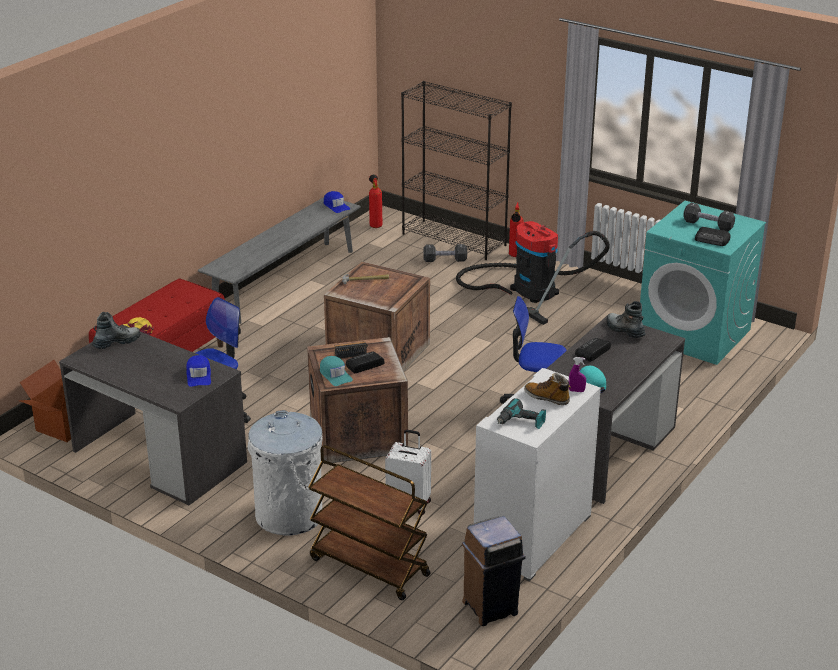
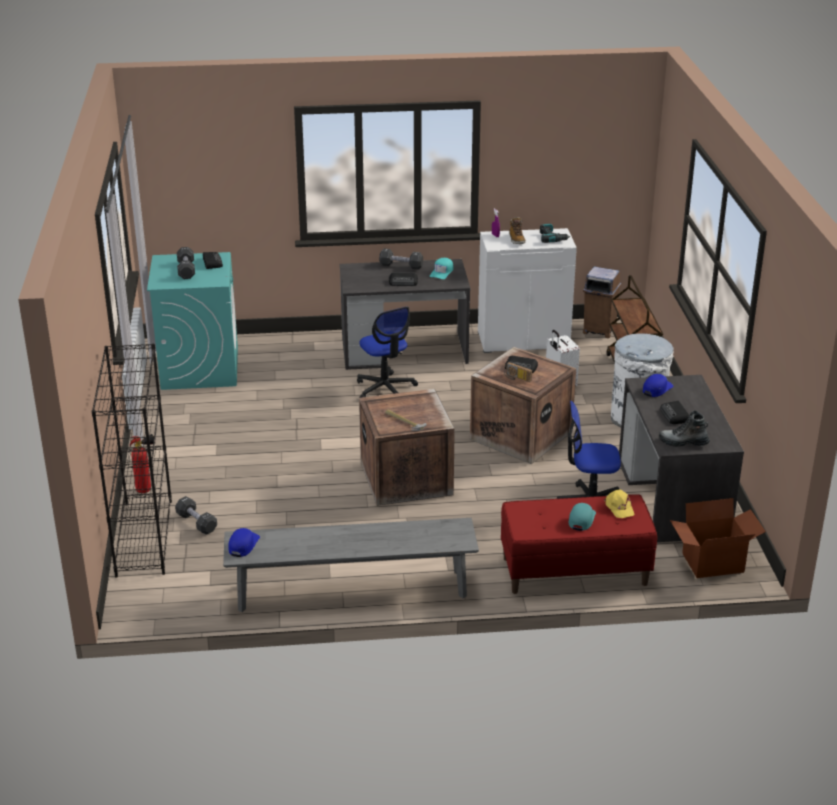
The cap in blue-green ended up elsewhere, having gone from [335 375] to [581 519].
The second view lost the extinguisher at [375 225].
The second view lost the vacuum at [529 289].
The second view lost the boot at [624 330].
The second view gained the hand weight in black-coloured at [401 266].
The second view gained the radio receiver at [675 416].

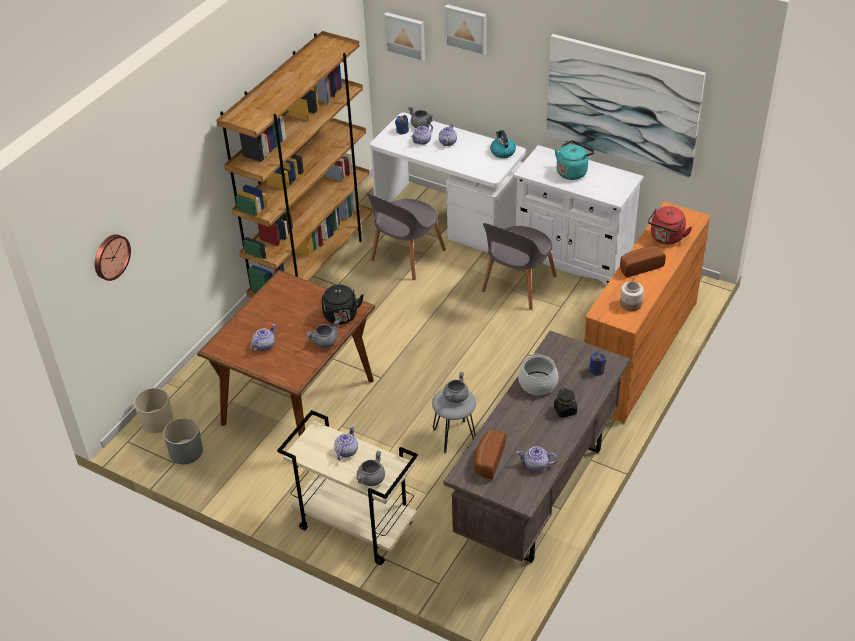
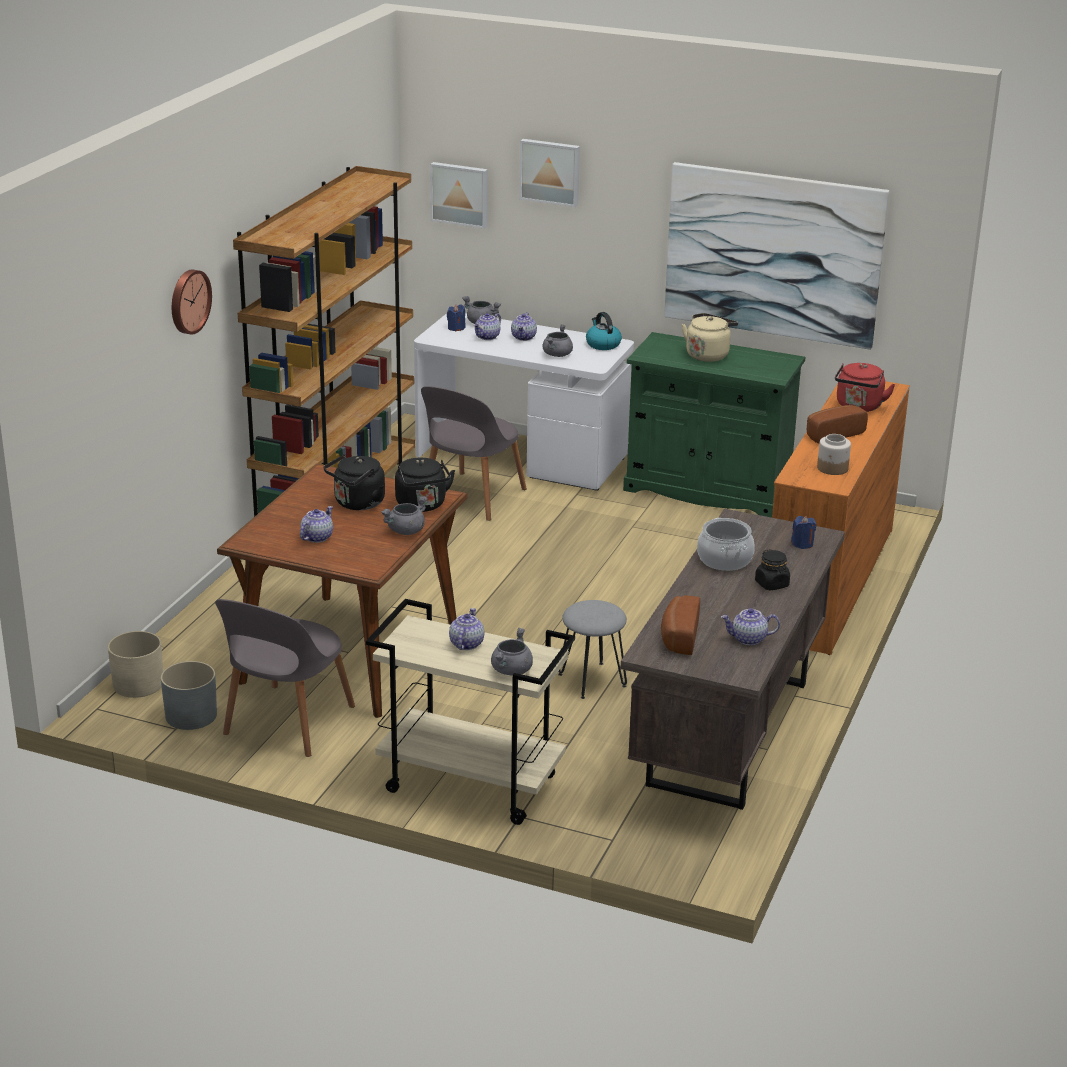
The hanging clock ended up elsewhere, having gone from [110 256] to [188 301].
The cooking pot in grey ended up elsewhere, having gone from [456 398] to [557 355].
The chair in grey ended up elsewhere, having gone from [517 286] to [286 723].
What was the storage cabinet in whitish at [573 256] turned into the storage cabinet in green-coloured at [707 489].
What was the tea kettle in blue-green at [572 172] turned into the tea kettle in beige-coloured at [708 355].
The second view gained the tea kettle in black-coloured at [357 504].

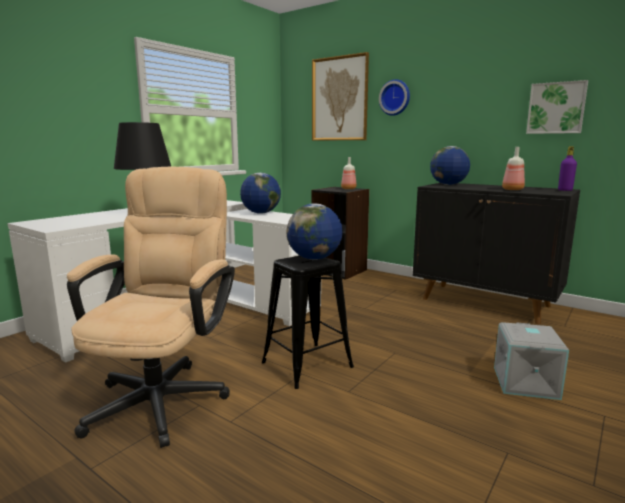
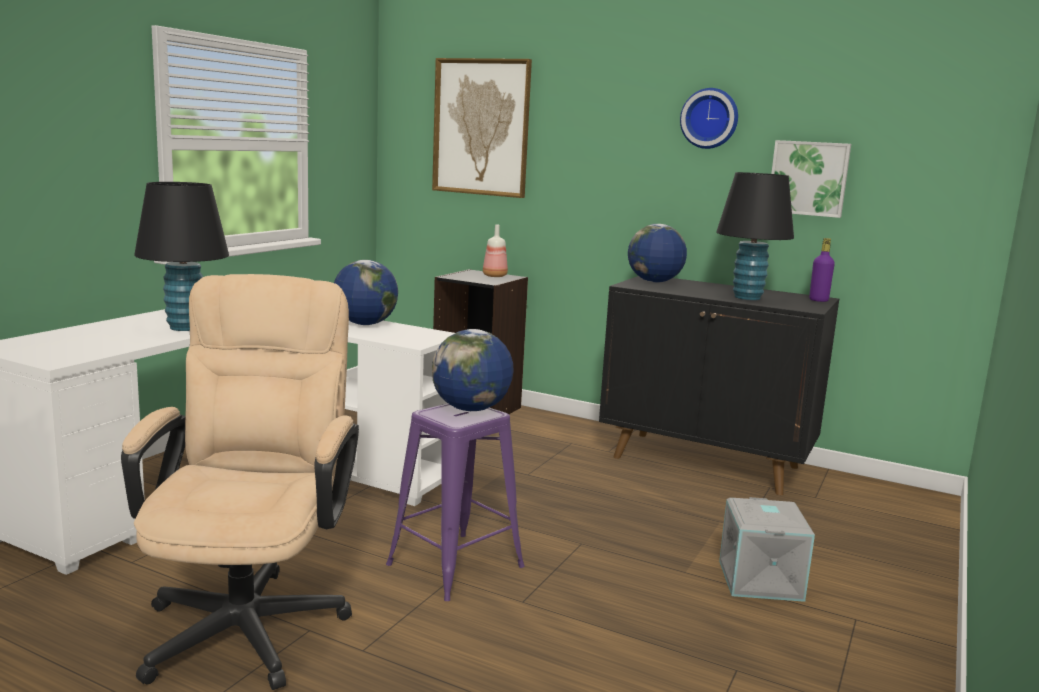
What was the stool in black-coloured at [307 365] turned into the stool in purplish at [455 566].
The hanging clock ended up elsewhere, having gone from [395 97] to [710 118].
Where the bottle stood at [513 189], the tabletop lamp in black-coloured came to stand at [747 297].

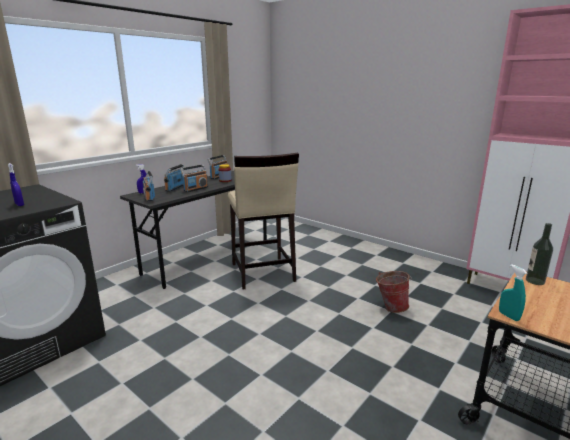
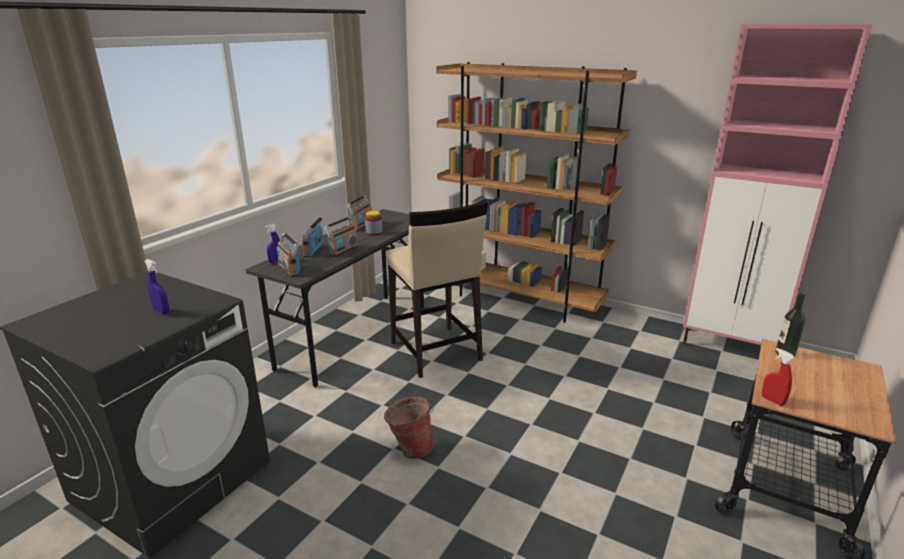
The water bucket ended up elsewhere, having gone from [390 307] to [410 448].
What was the spray bottle in blue-green at [508 316] turned into the spray bottle in red-coloured at [772 401].
The second view gained the bookcase in brown-coloured at [520 299].

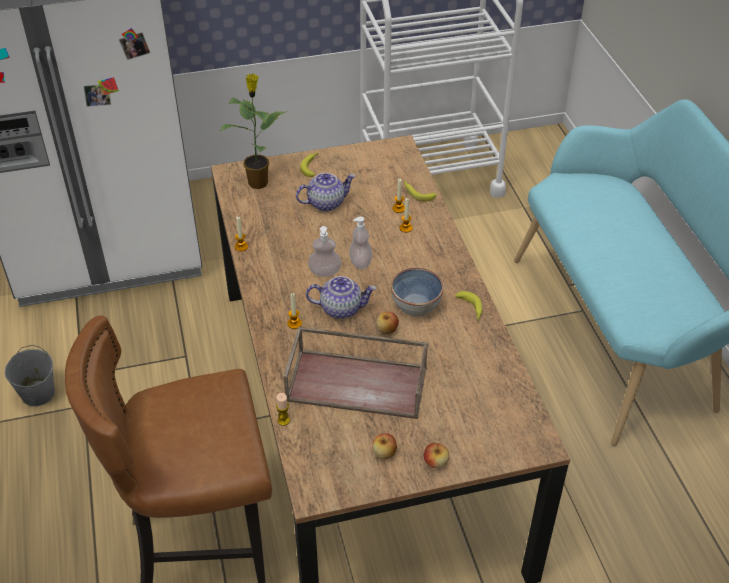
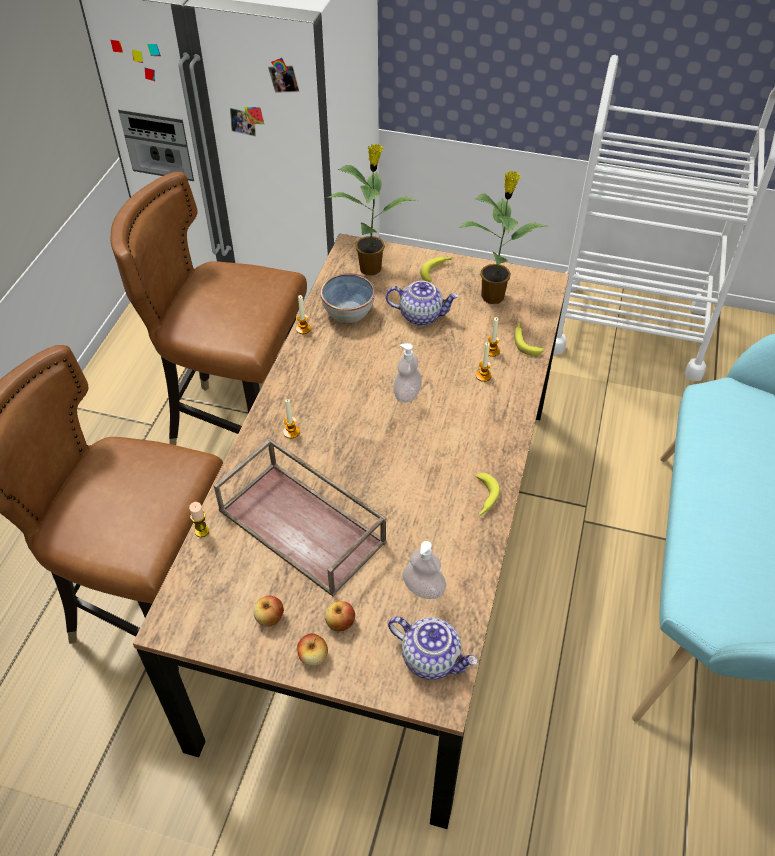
The second view lost the water bucket in grey at [37 393].
The teapot ended up elsewhere, having gone from [341 308] to [431 658].
The liquid soap bottle ended up elsewhere, having gone from [325 272] to [423 589].
The apple fruit ended up elsewhere, having gone from [387 330] to [340 623].
The serving bowl ended up elsewhere, having gone from [416 305] to [348 312].
The second view gained the chair in brown-coloured at [240 427].
The second view gained the houseplant at [493 295].

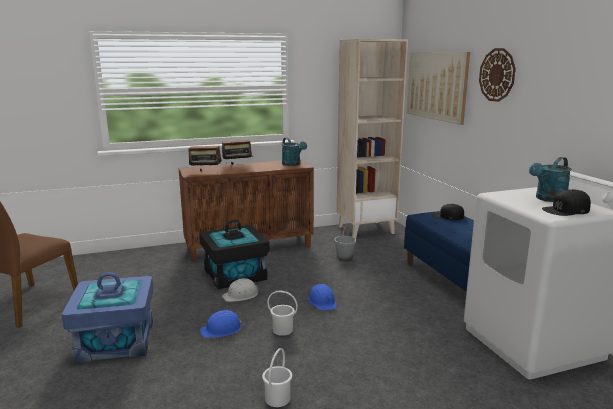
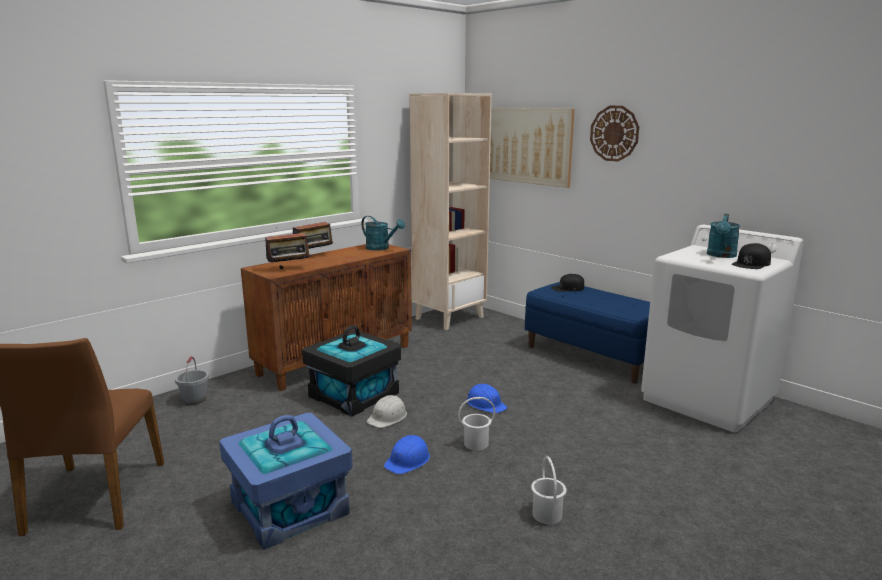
The water bucket in grey ended up elsewhere, having gone from [344 257] to [195 400].

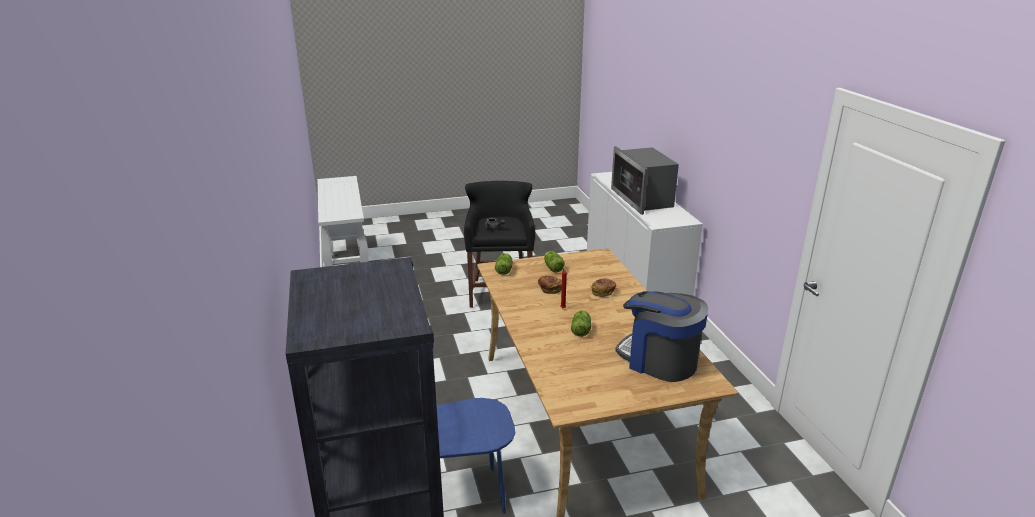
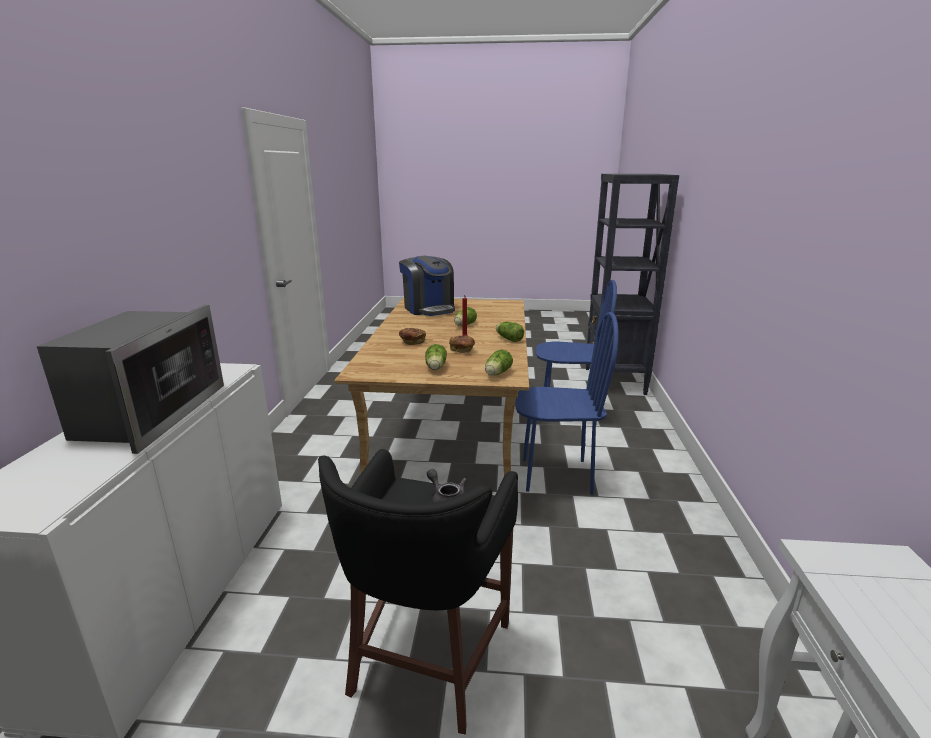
The second view gained the lettuce head at [508 339].
The second view gained the chair in blue-coloured at [556 475].

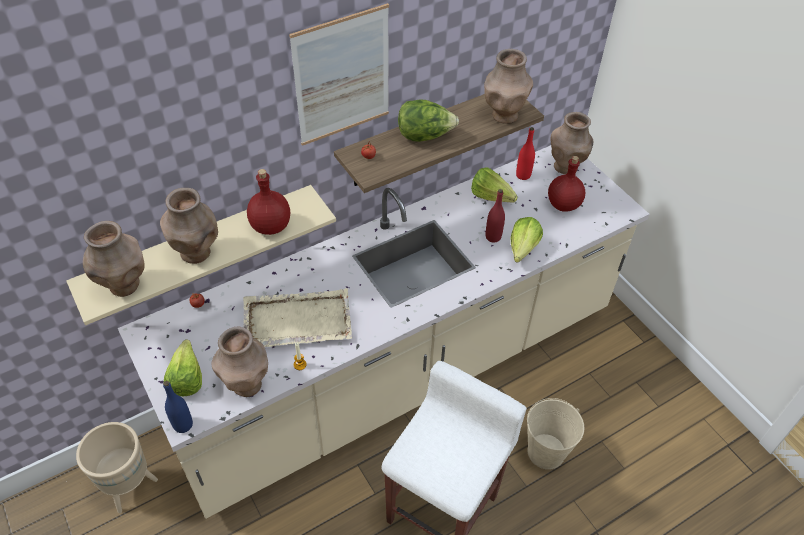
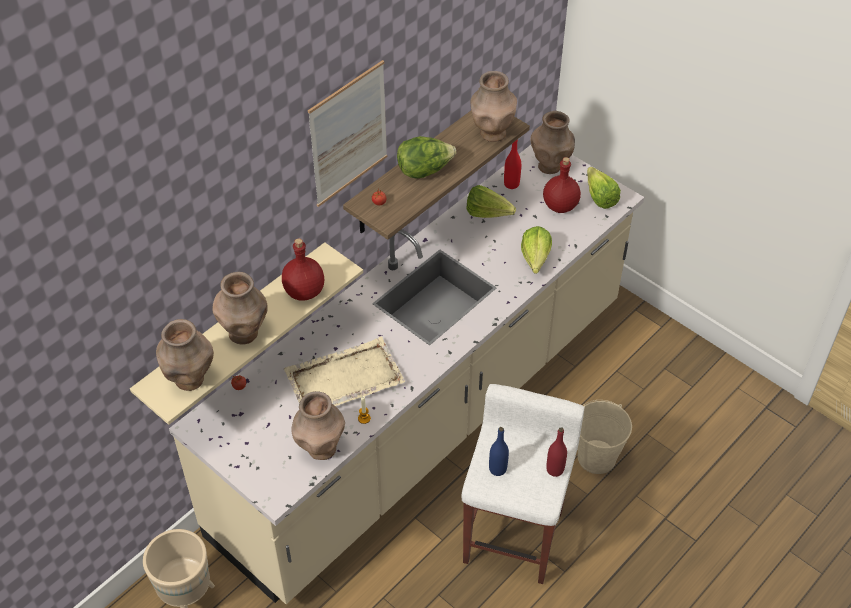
The bottle in blue-coloured ended up elsewhere, having gone from [183 425] to [497 469].
The lettuce head ended up elsewhere, having gone from [188 375] to [599 195].
The bottle in red-coloured ended up elsewhere, having gone from [493 237] to [555 469].

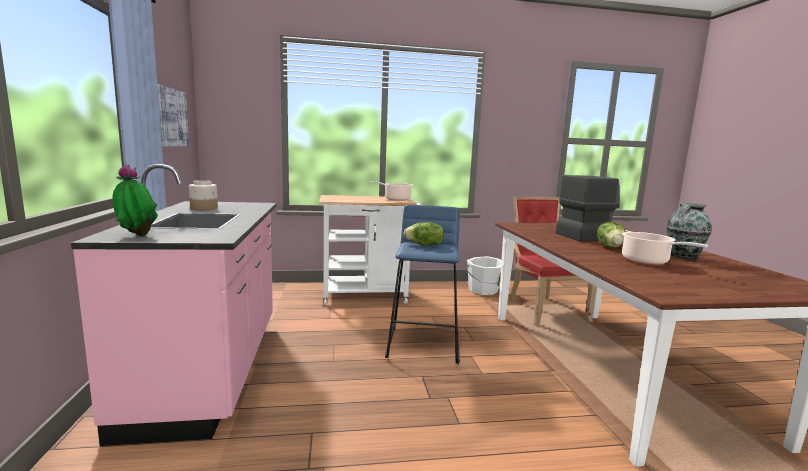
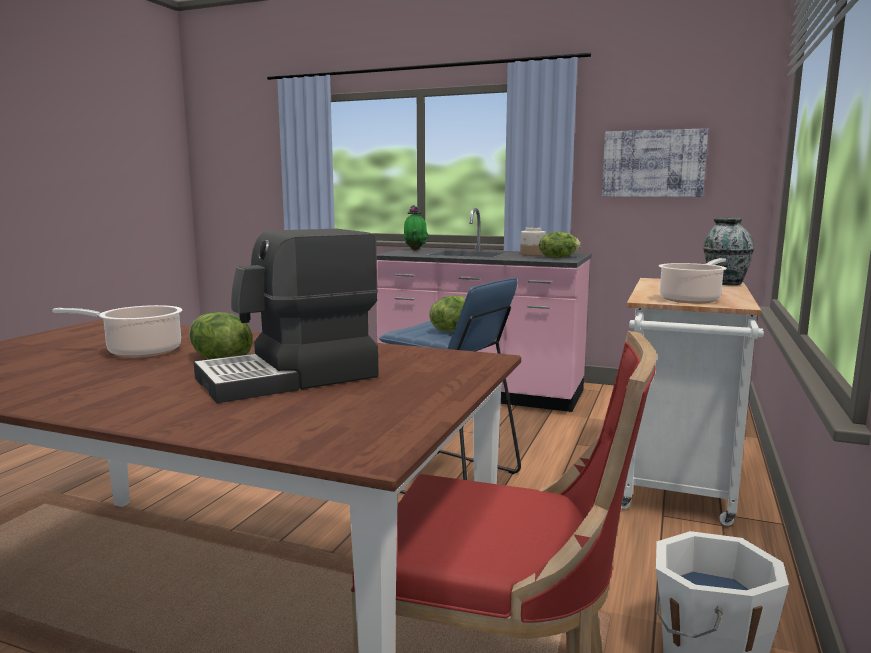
The coffee maker at [593 236] ended up facing another way, 45 degrees clockwise from before.
The flower vase ended up elsewhere, having gone from [683 257] to [725 283].
The second view gained the lettuce head at [558 257].

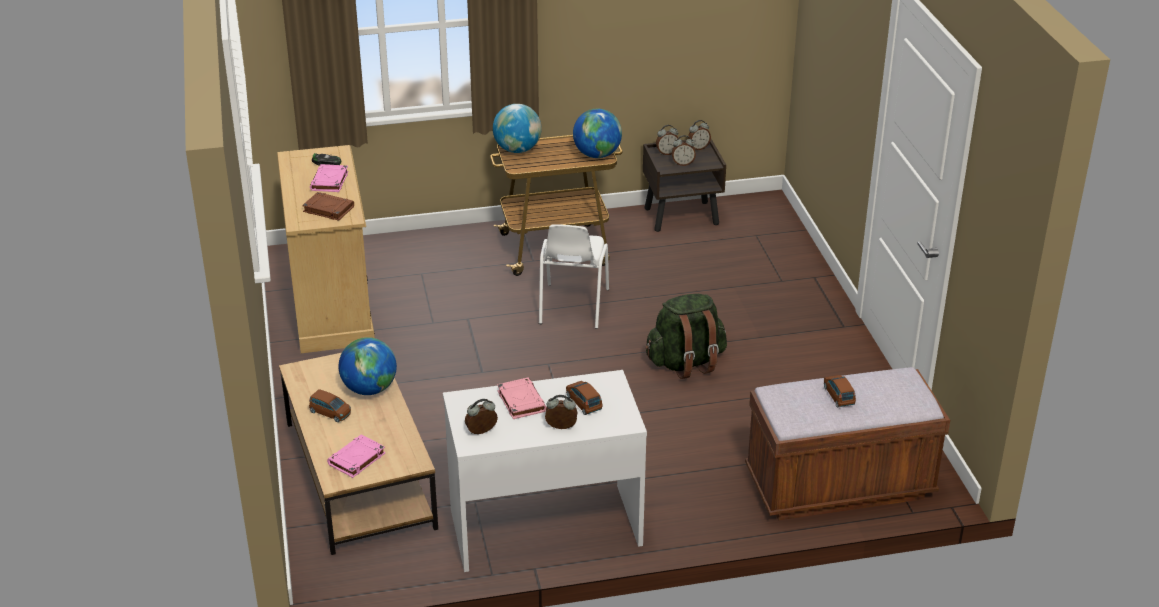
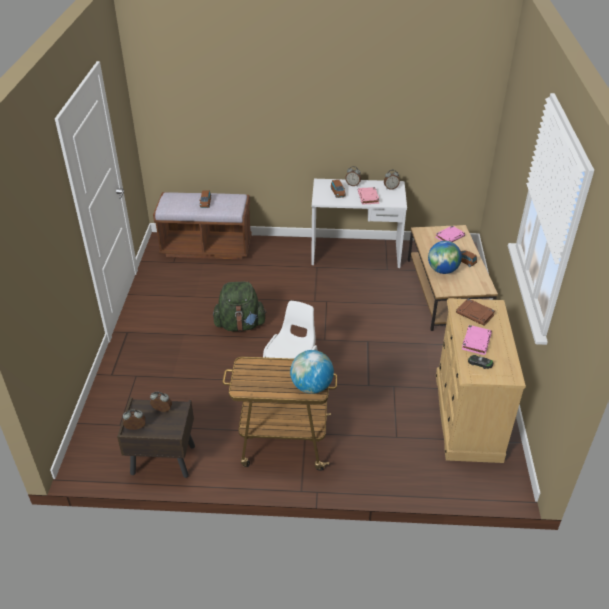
The second view lost the world globe at [597 155].
The second view lost the bedside clock at [667 153].

